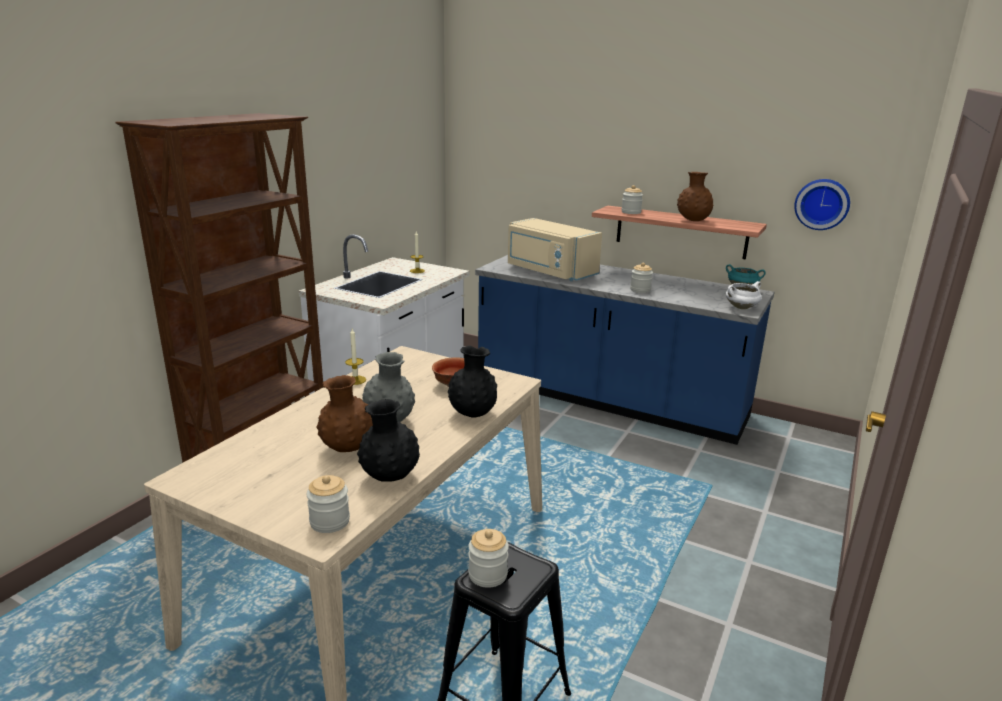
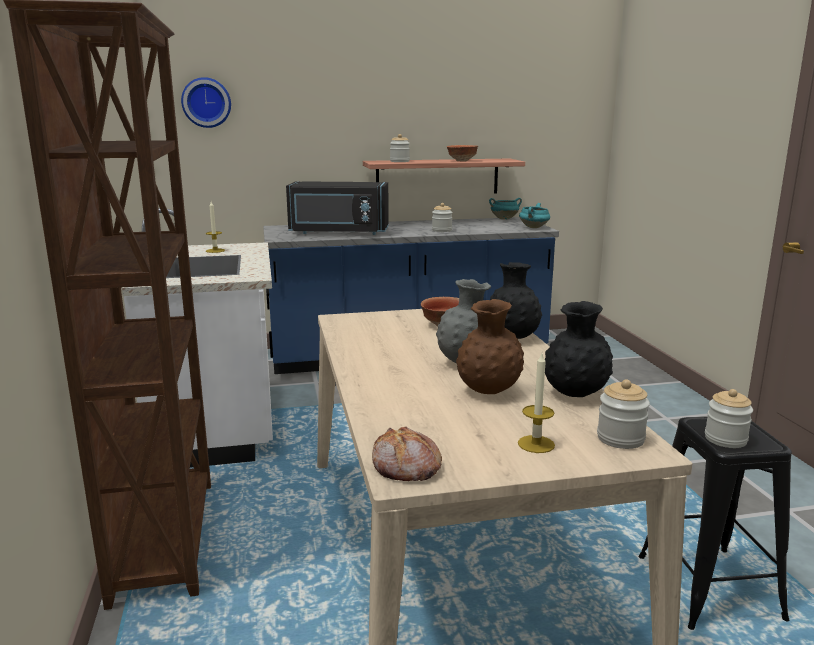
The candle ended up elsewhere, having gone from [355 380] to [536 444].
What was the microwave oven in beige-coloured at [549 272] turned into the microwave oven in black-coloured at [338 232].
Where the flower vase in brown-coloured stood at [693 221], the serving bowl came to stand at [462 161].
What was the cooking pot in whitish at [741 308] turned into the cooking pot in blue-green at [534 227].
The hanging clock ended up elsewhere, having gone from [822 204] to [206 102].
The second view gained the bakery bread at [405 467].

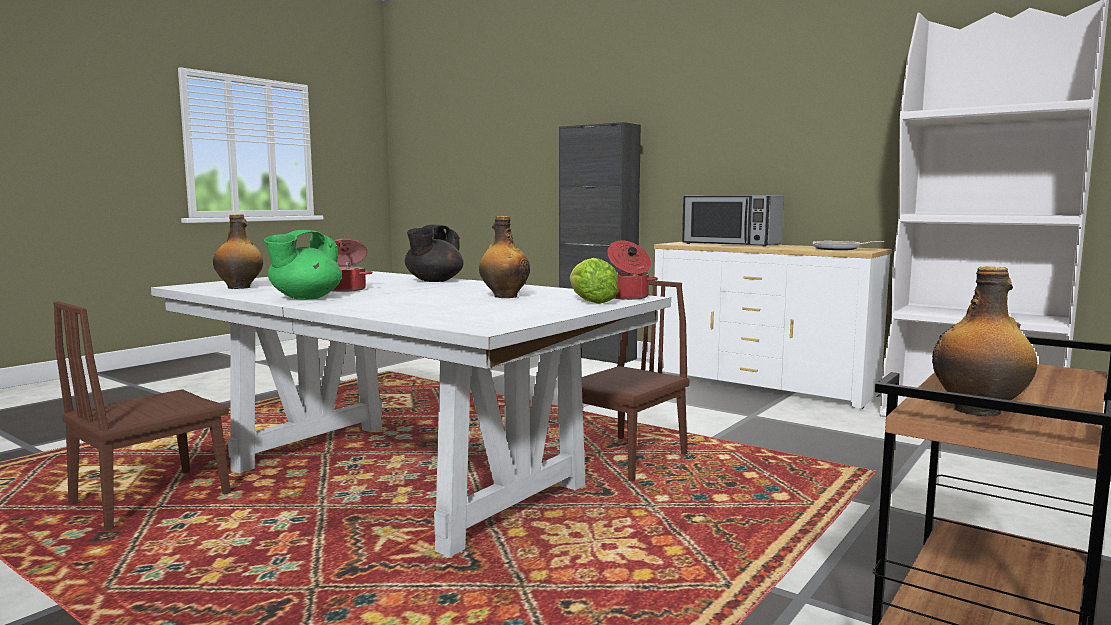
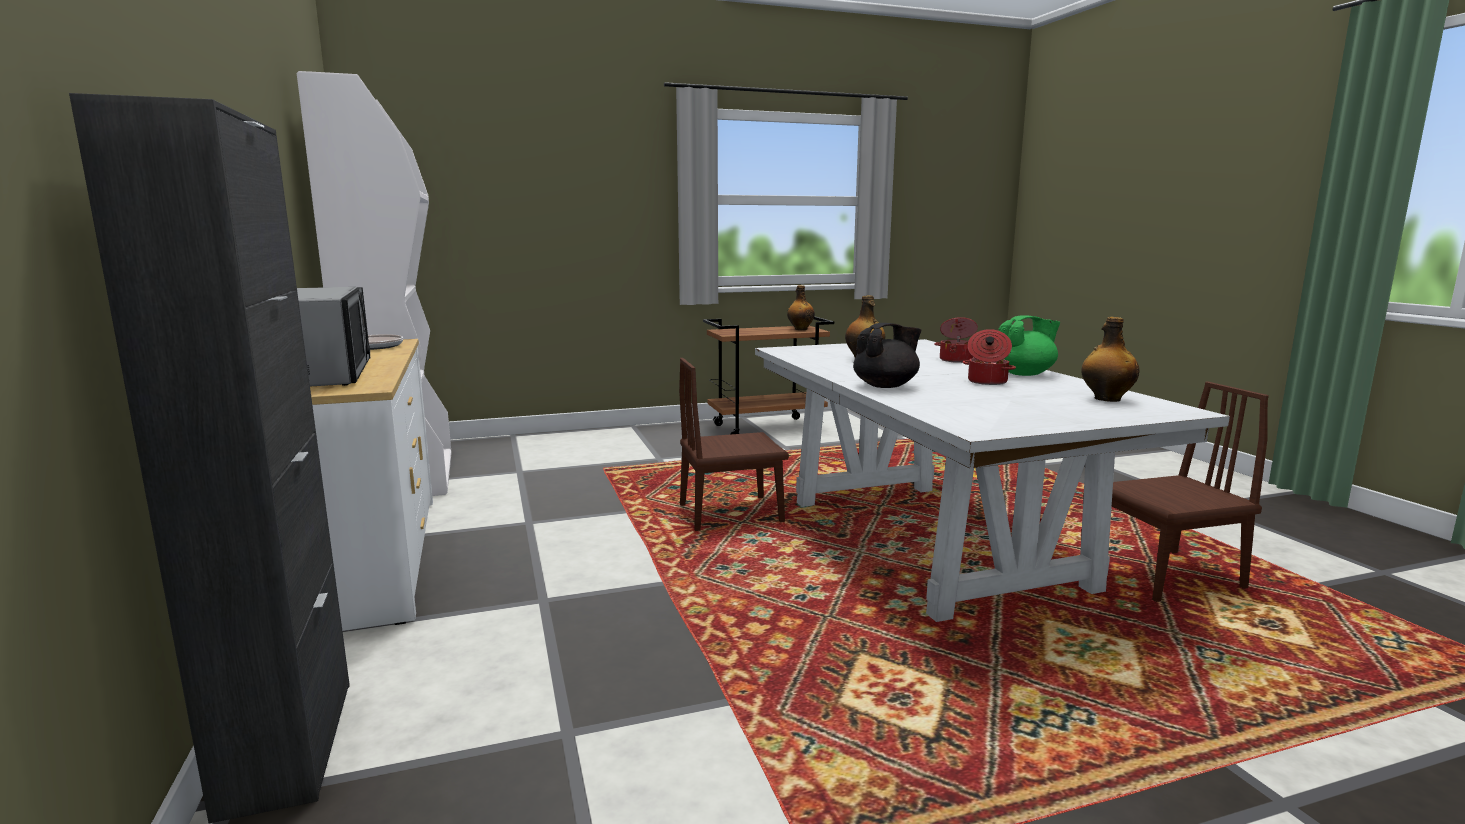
The second view lost the lettuce head at [590 302].
The cooking pot ended up elsewhere, having gone from [627 297] to [956 360].

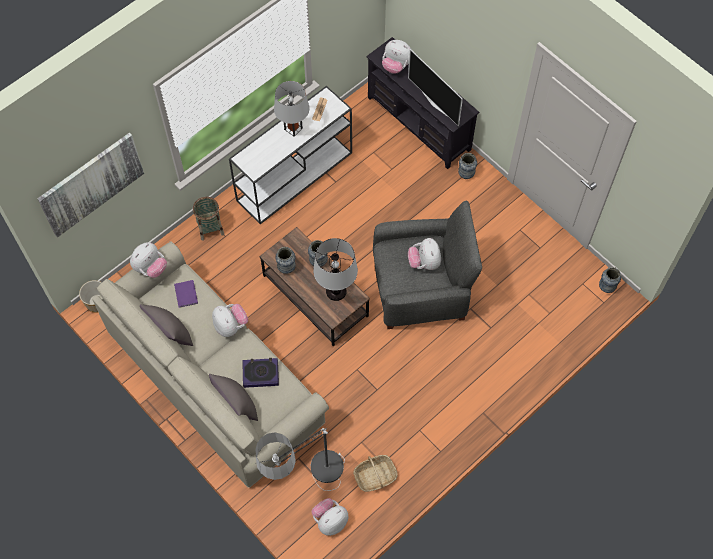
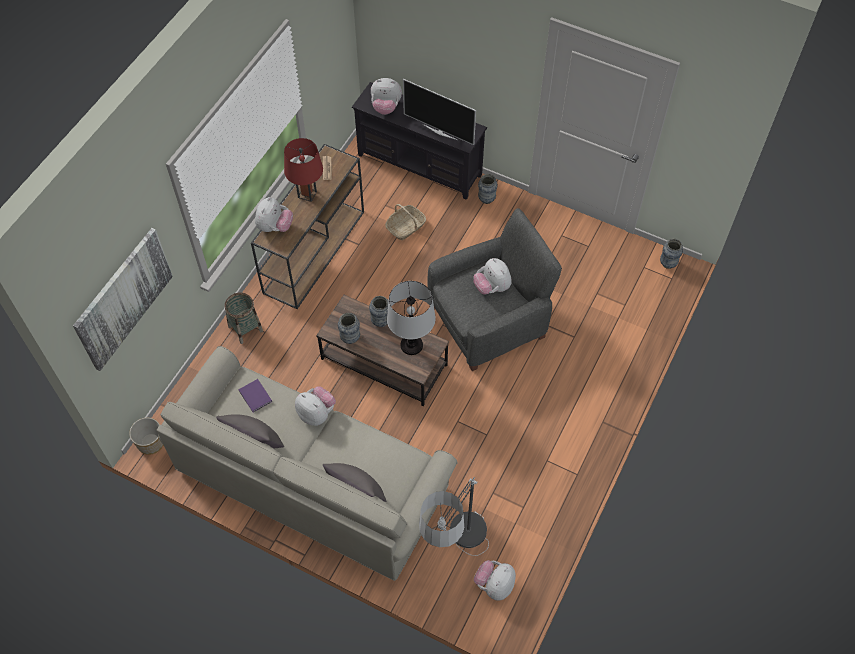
The soft toy ended up elsewhere, having gone from [150 268] to [275 227].
What was the hall table in whitish at [295 175] turned into the hall table in brown-coloured at [314 250].
The second view lost the volume at [260 373].
What was the tabletop lamp in grey at [293 129] turned into the tabletop lamp in red-coloured at [307 194].
The household basket ended up elsewhere, having gone from [375 476] to [405 227].

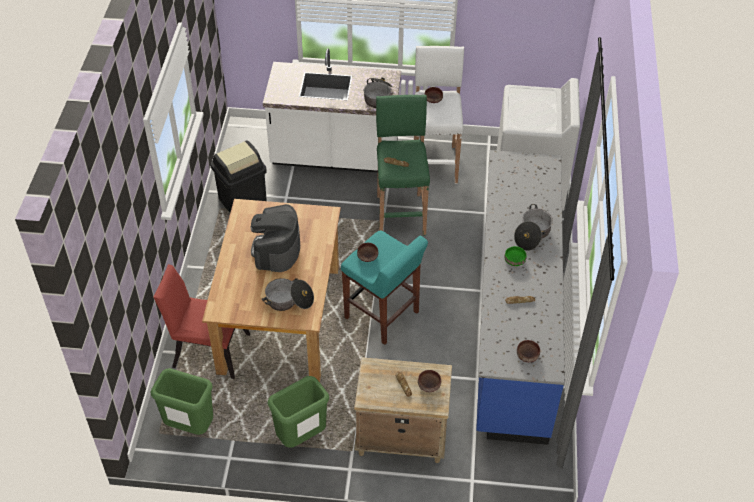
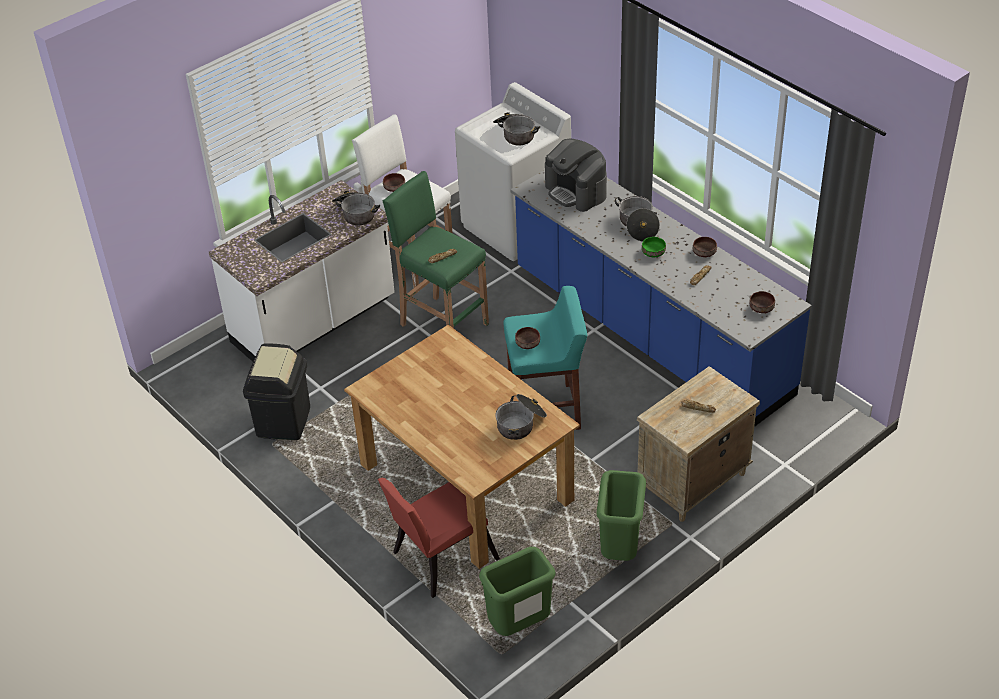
The coffee maker ended up elsewhere, having gone from [276 250] to [576 191].
The serving bowl in brown-coloured ended up elsewhere, having gone from [429 384] to [703 252].
The second view gained the cooking pot at [515 134].

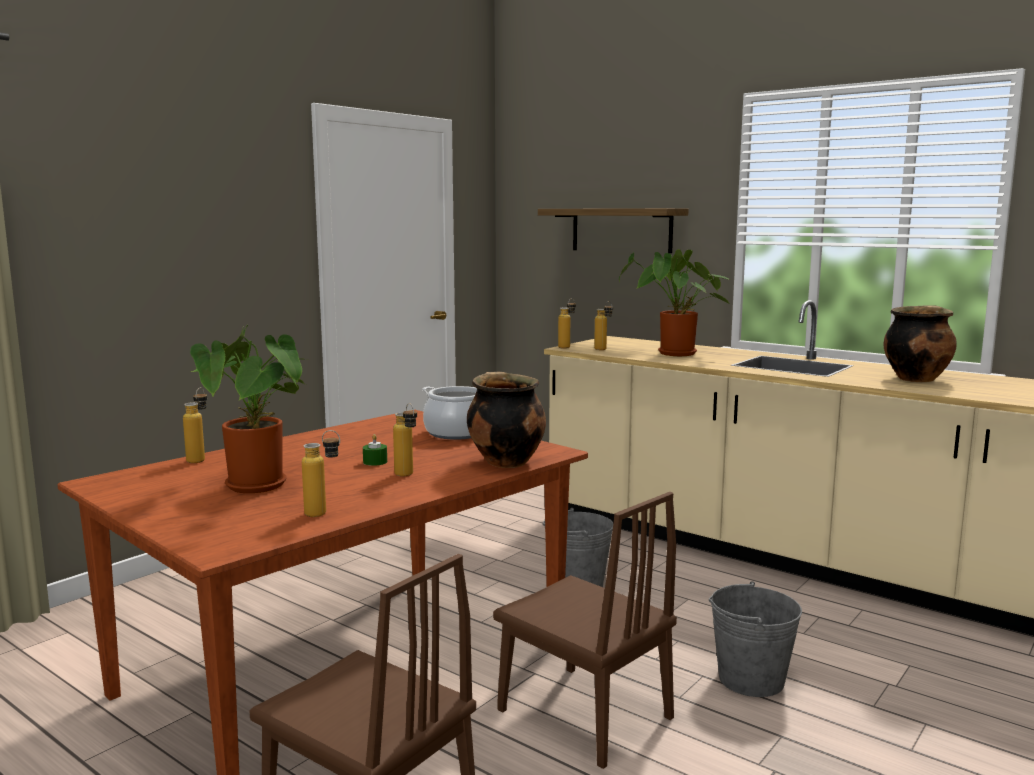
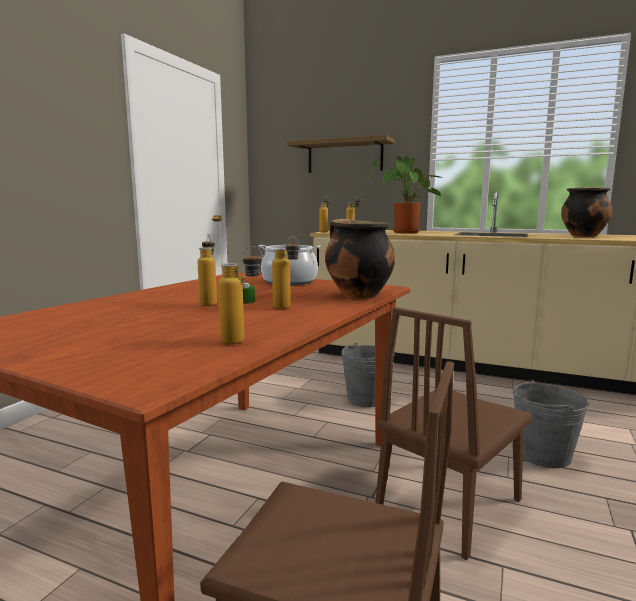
The bottle ended up elsewhere, having gone from [199 459] to [209 303].
The second view lost the houseplant at [260 487].
The chair in brown-coloured at [584 713] ended up facing another way, 105 degrees clockwise from before.

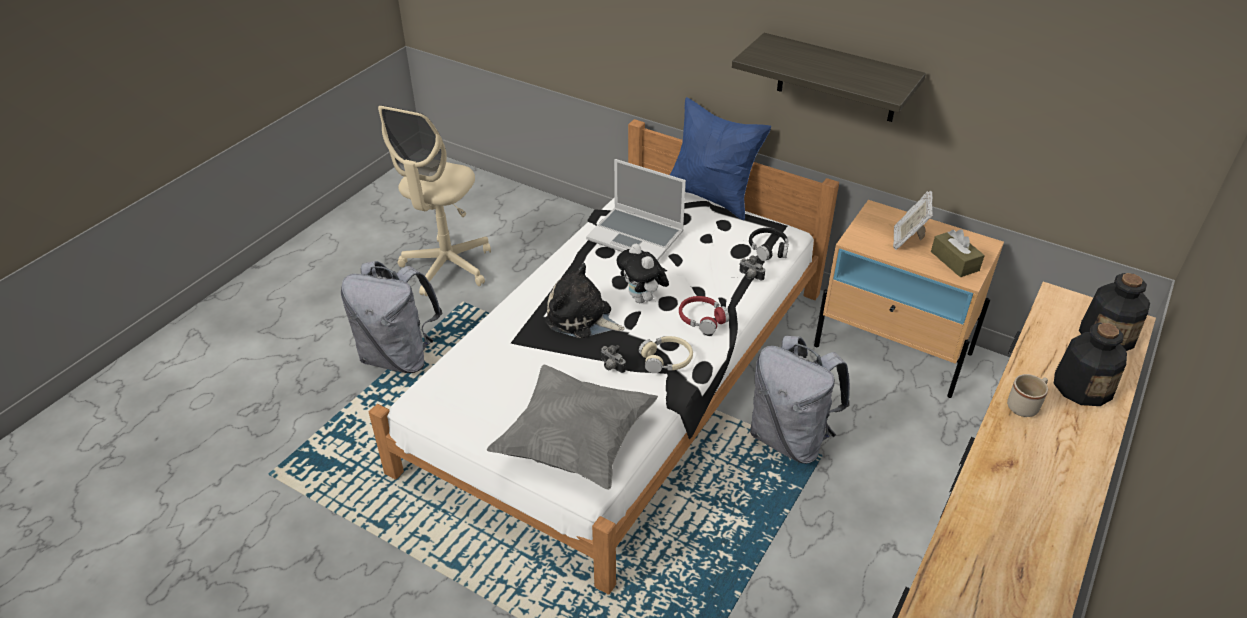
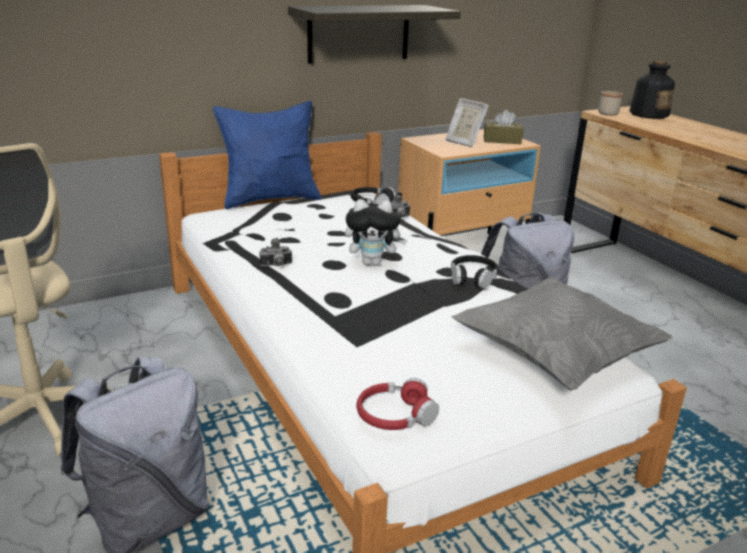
The second view lost the soft toy at [582 318].
The second view lost the notebook computer at [637 236].
The still camera ended up elsewhere, having gone from [611 367] to [276 266].
What was the headphones in beige-coloured at [666 360] turned into the headphones in black-coloured at [473 278].
The headphones in red-coloured ended up elsewhere, having gone from [702 319] to [395 416].
The mug in beige-coloured ended up elsewhere, having gone from [1025 405] to [607 113].
The second view lost the bottle at [1082 386].

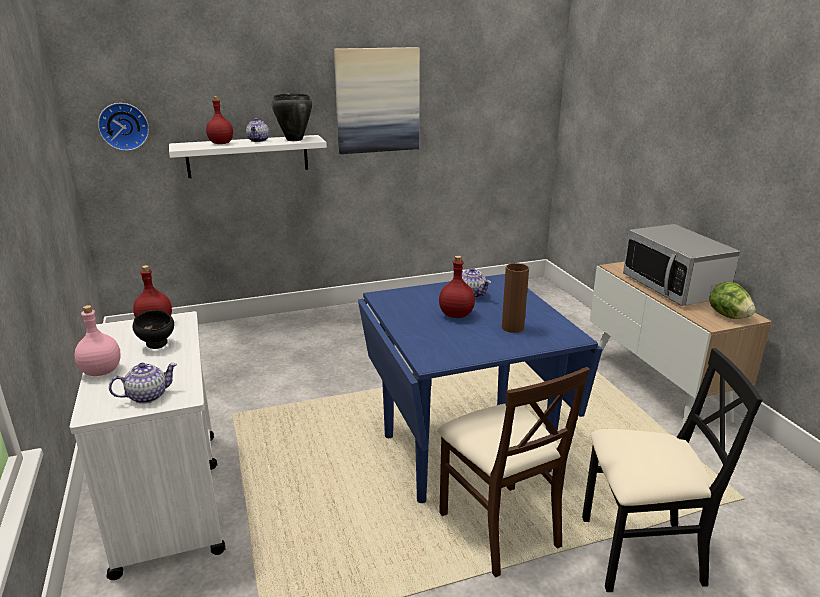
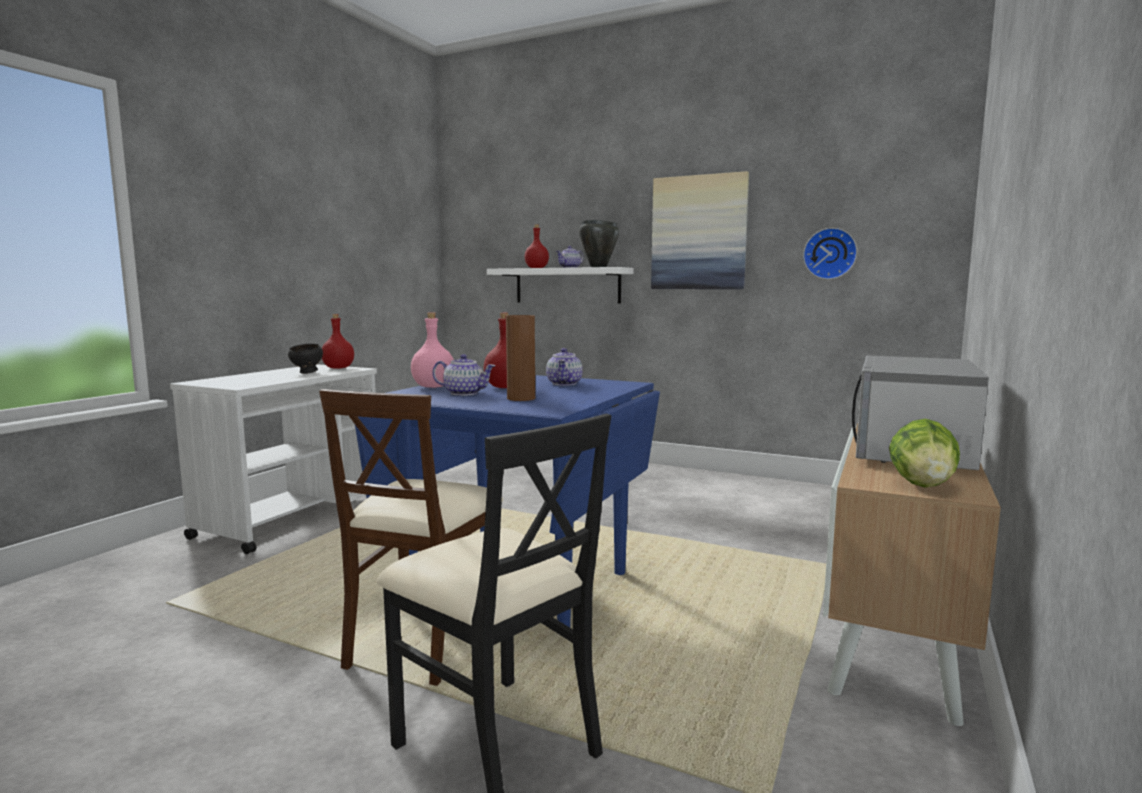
The bottle in pink-coloured ended up elsewhere, having gone from [102 371] to [434 387].
The hanging clock ended up elsewhere, having gone from [124 126] to [830 253].
The teapot ended up elsewhere, having gone from [148 396] to [464 393].

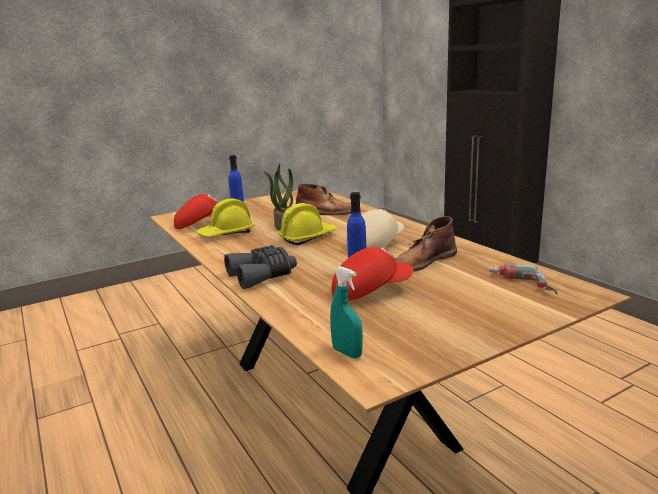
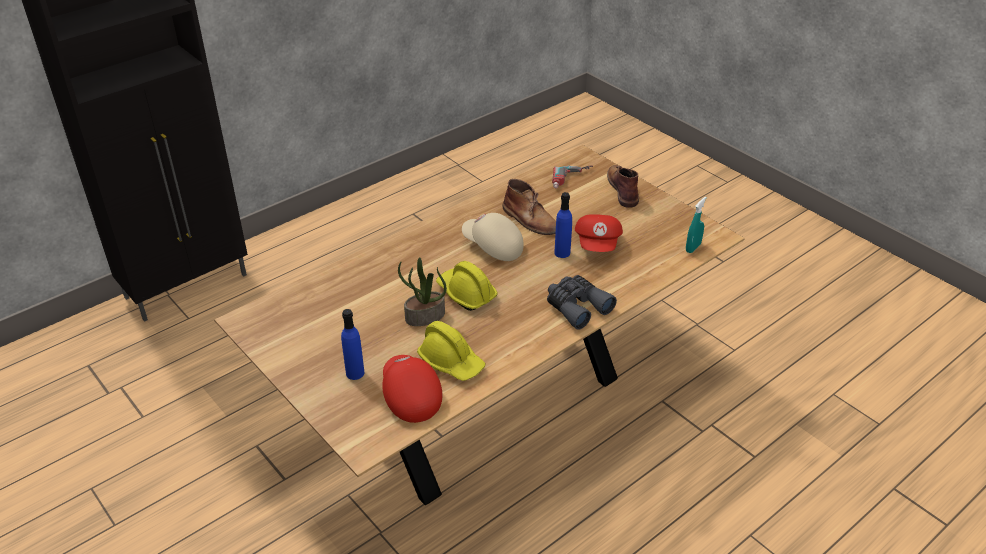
The boot in brown-coloured ended up elsewhere, having gone from [327 212] to [623 188].
The cap in red-coloured at [370 291] ended up facing another way, 150 degrees counterclockwise from before.

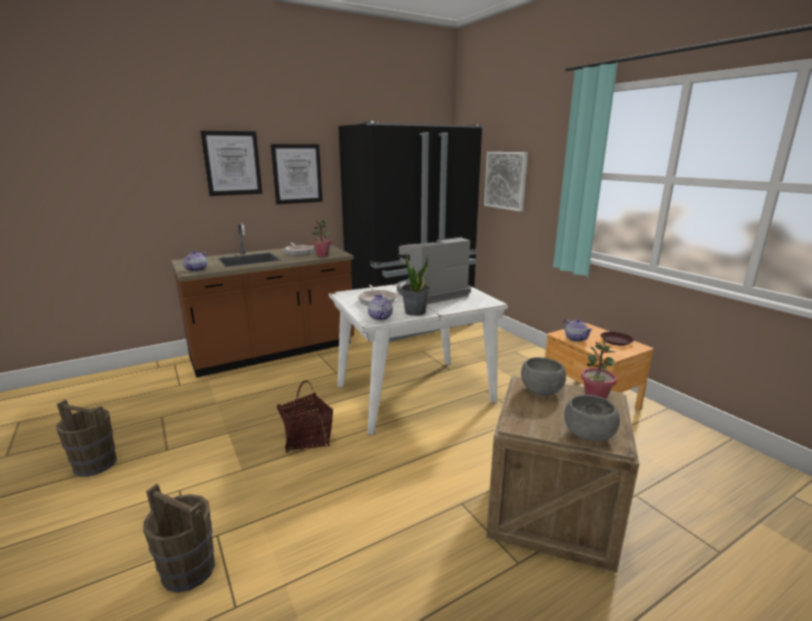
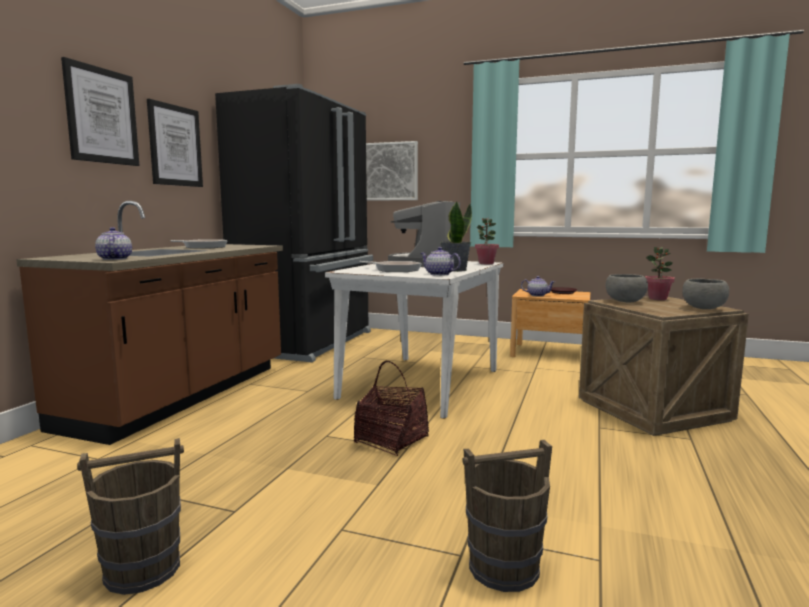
The houseplant ended up elsewhere, having gone from [322 255] to [486 263].

